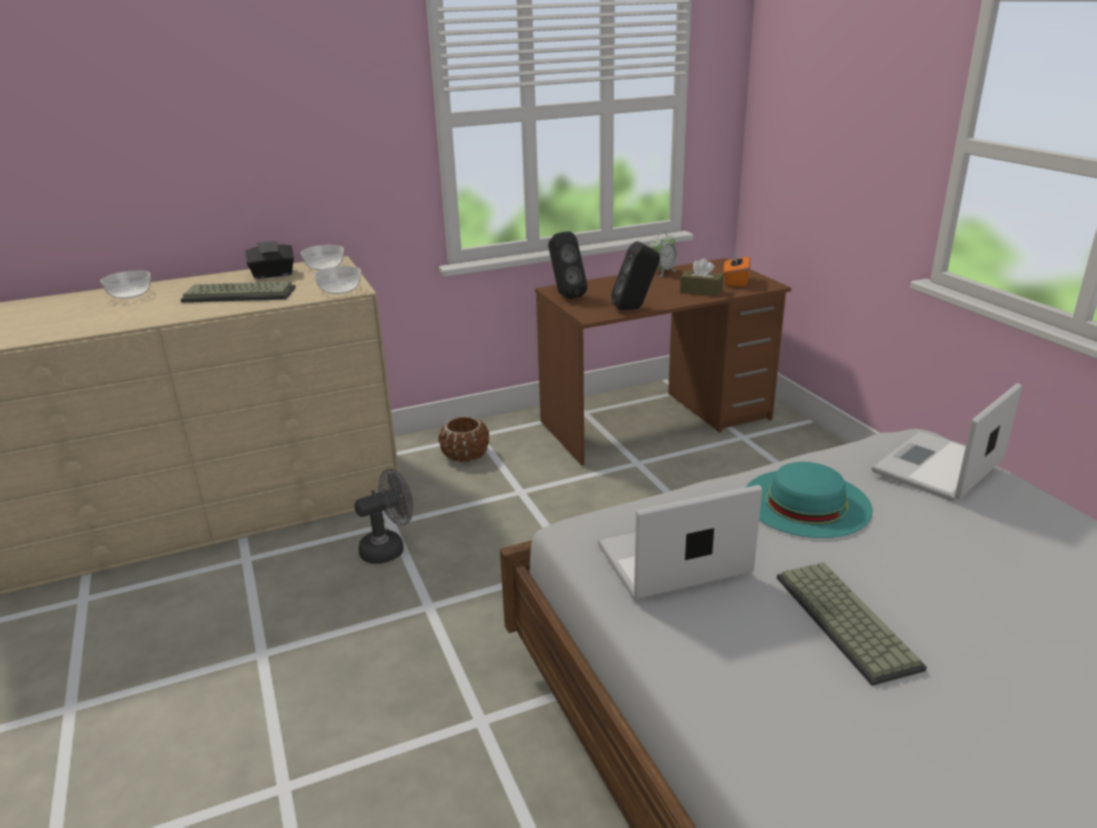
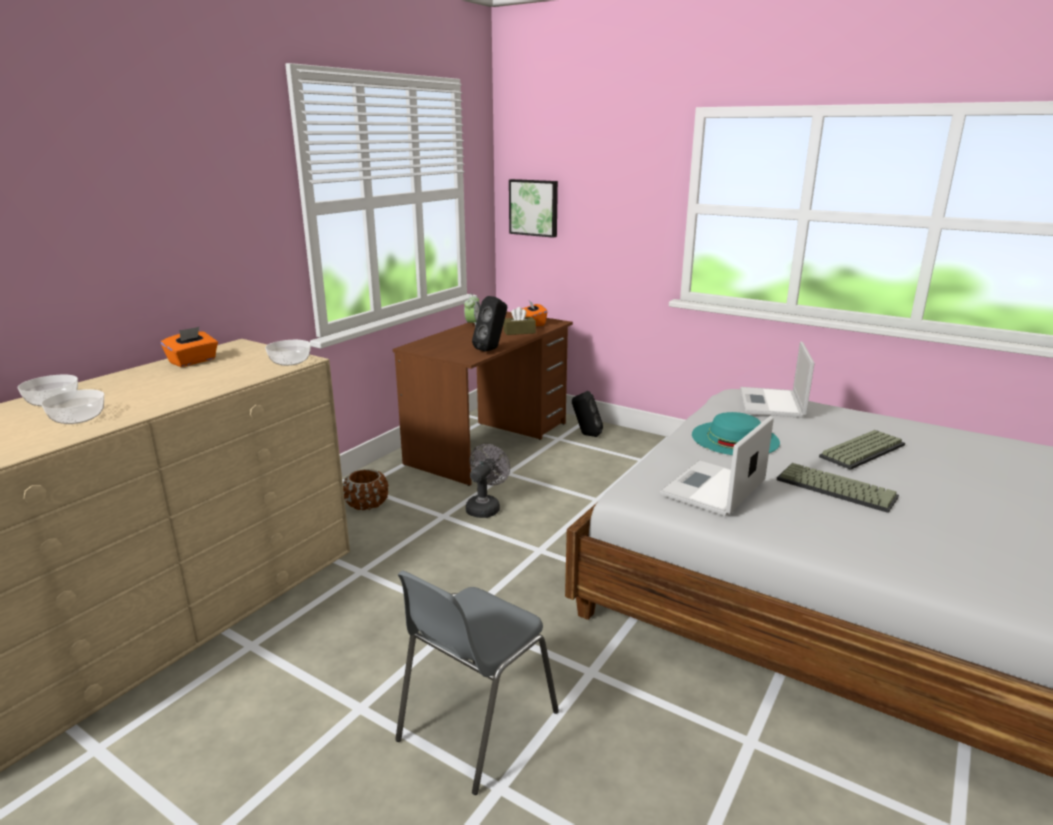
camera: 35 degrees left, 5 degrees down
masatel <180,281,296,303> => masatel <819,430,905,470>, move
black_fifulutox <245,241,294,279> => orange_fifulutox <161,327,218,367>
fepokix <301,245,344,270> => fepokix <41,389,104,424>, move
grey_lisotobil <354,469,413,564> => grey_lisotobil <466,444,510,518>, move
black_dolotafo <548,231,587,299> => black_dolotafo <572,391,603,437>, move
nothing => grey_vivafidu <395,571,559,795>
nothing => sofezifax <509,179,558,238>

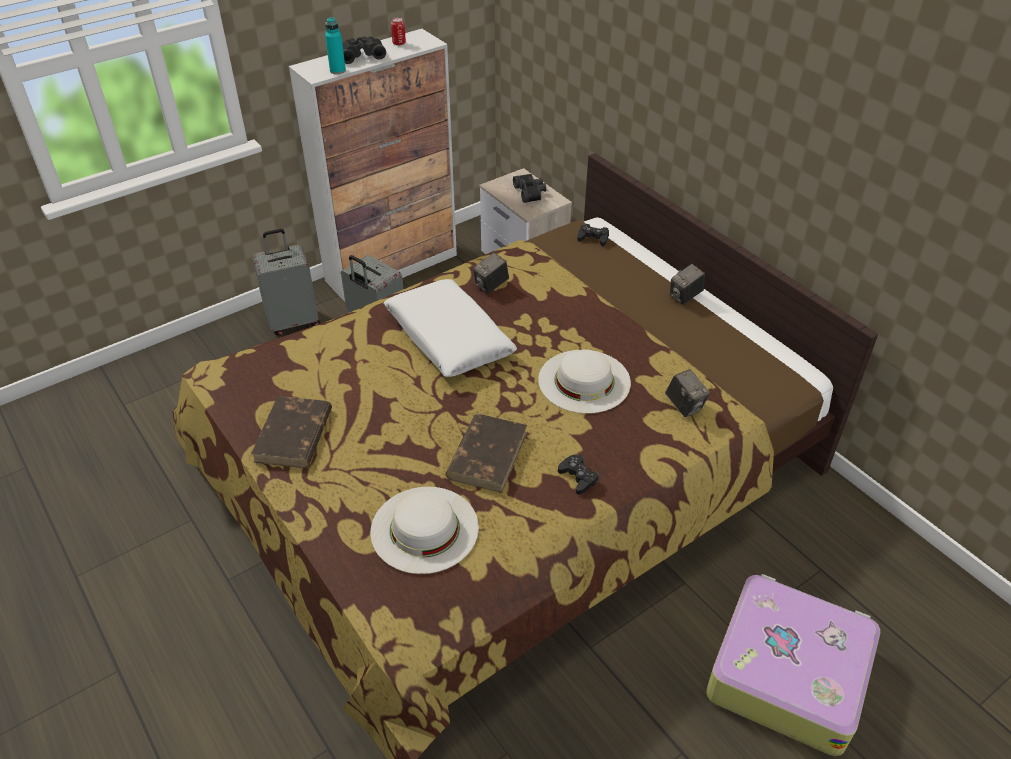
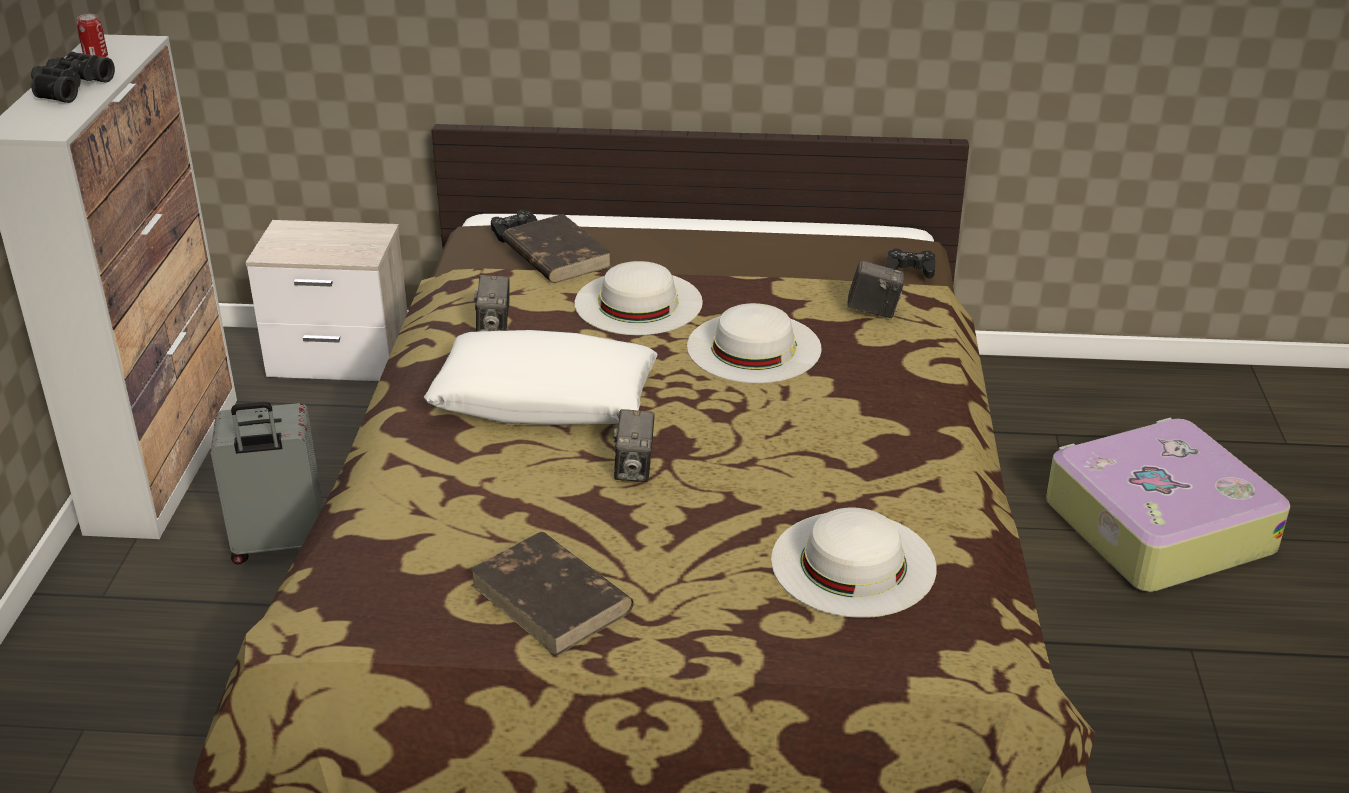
camera: 50 degrees left, 10 degrees down
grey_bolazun <252,229,320,336> => nothing
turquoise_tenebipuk <325,17,346,74> => nothing
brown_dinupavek <445,414,527,493> => brown_dinupavek <503,214,612,283>, move
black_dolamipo <513,174,546,203> => nothing
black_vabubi <558,455,599,495> => black_vabubi <886,248,935,279>, move
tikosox <670,264,705,305> => tikosox <613,409,655,482>, move
nothing => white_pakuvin <575,261,703,335>

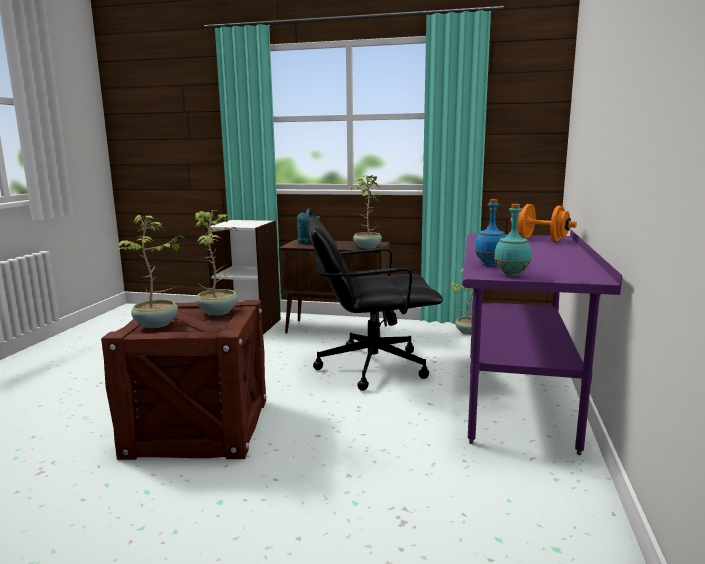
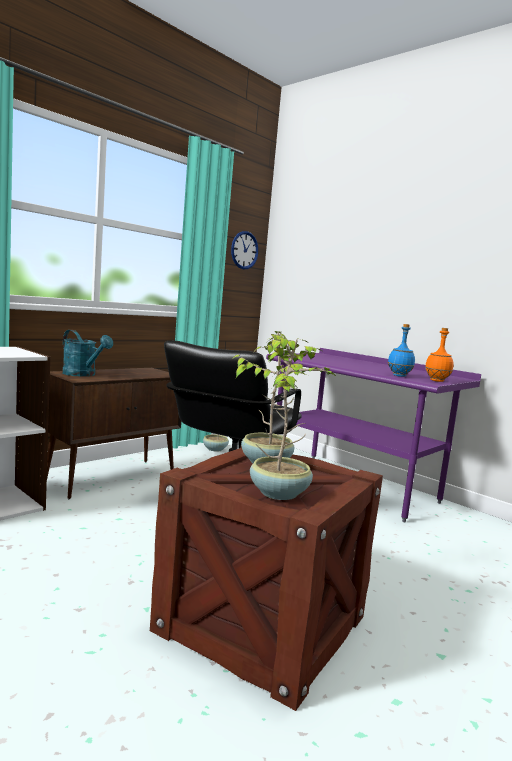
camera: 60 degrees left, 5 degrees down
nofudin <348,175,382,249> => nothing
turquoise_tenebipuk <494,204,532,276> => orange_tenebipuk <425,328,454,382>
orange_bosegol <511,204,577,241> => nothing
nothing => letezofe <231,231,258,269>

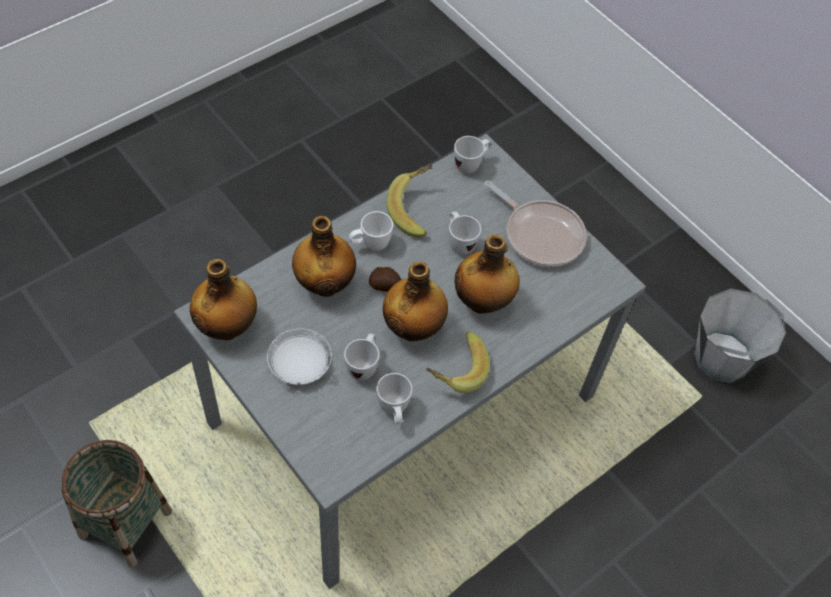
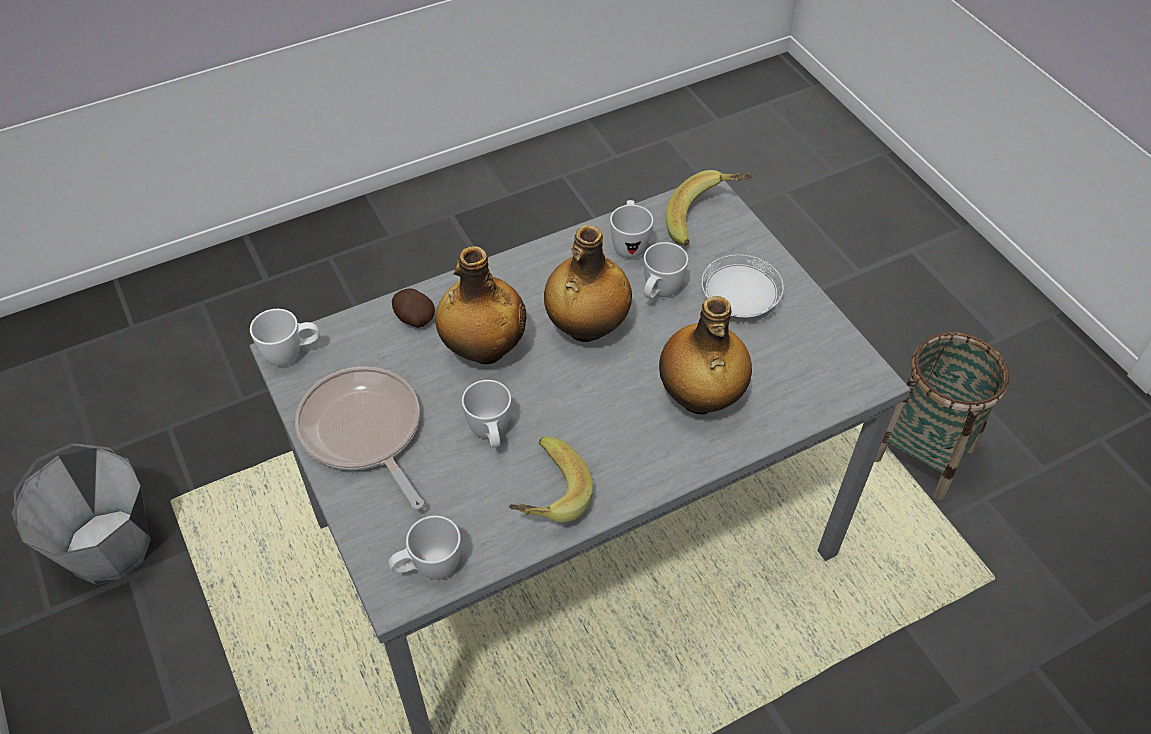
camera: 165 degrees left, 5 degrees down
tenebipuk <190,259,257,340> => nothing
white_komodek <349,211,393,251> => white_komodek <250,309,319,366>, move
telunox <369,267,401,292> => telunox <392,288,435,328>, move
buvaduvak <426,332,490,393> => buvaduvak <666,170,752,246>, move

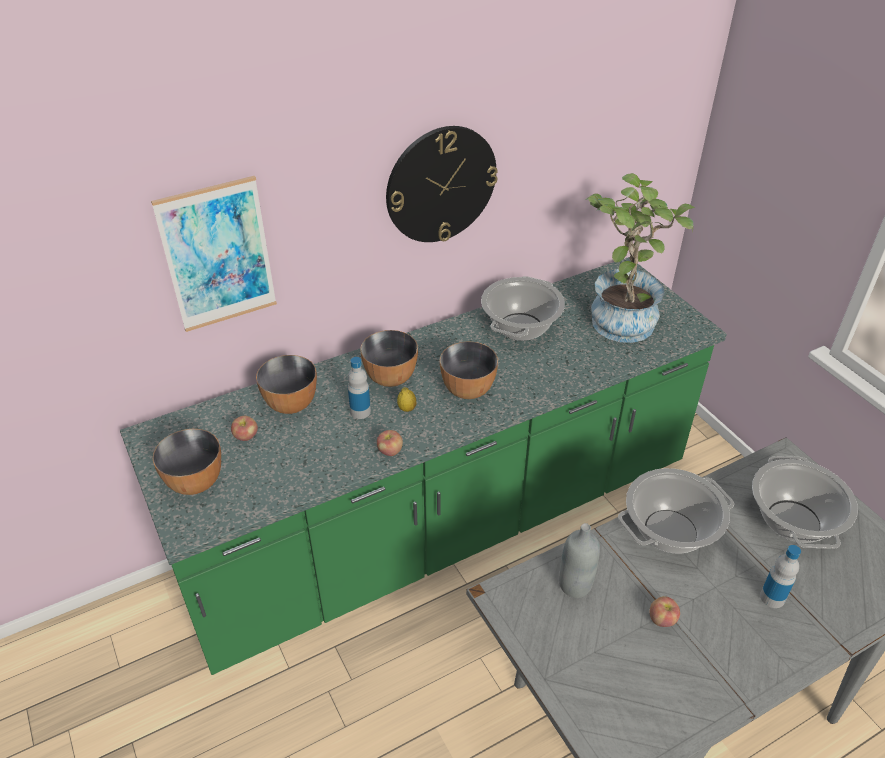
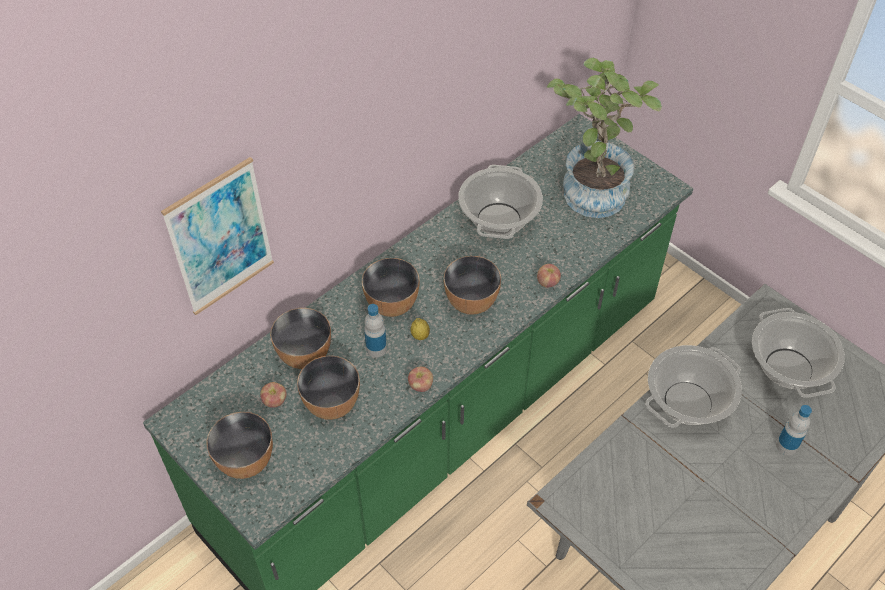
camera: 15 degrees left, 10 degrees up
letezofe <386,126,498,242> => nothing
grey_tenebipuk <559,523,600,598> => nothing
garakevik <650,596,680,627> => garakevik <537,264,561,288>, move
nothing => fepokix <297,356,360,420>

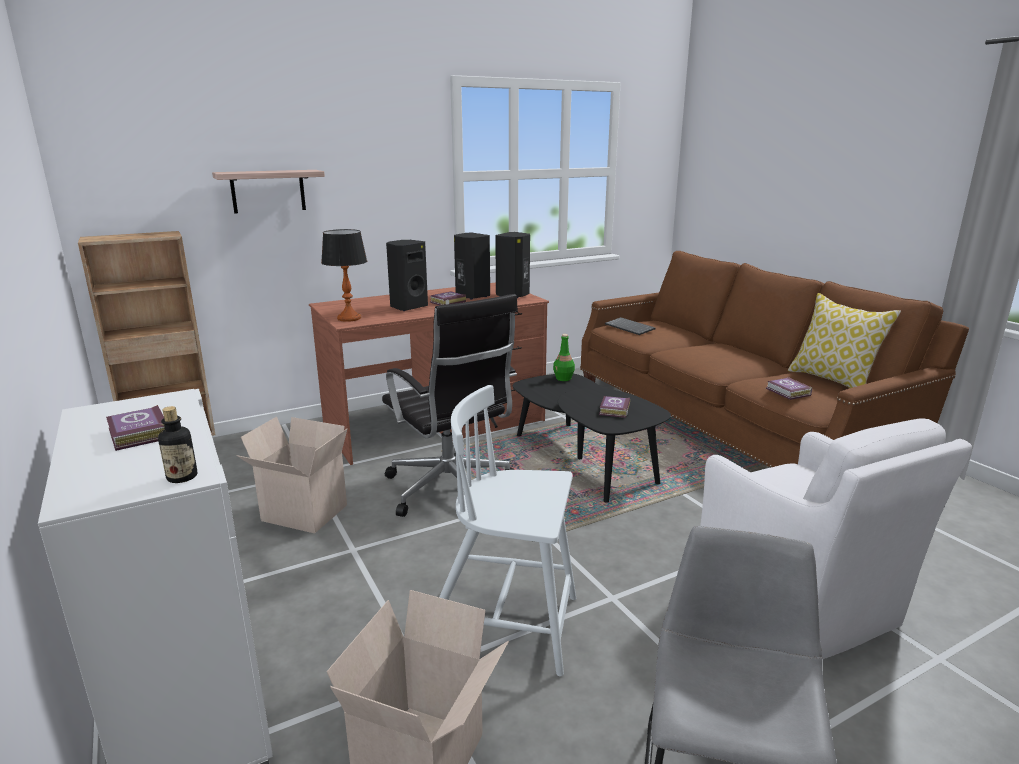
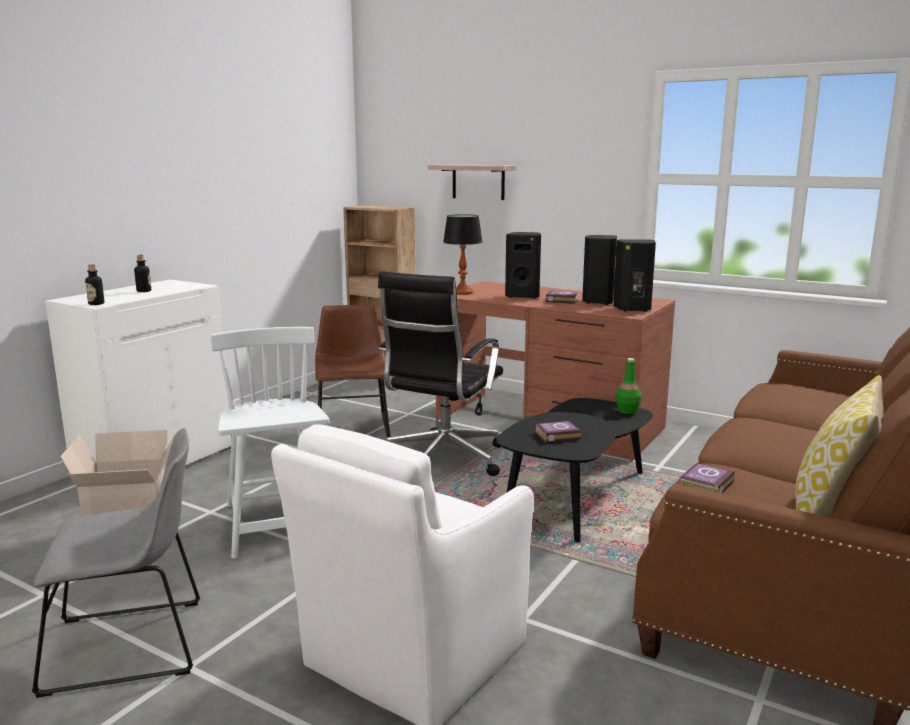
camera: 60 degrees right, 5 degrees down
dinupavek <106,405,164,451> => tenebipuk <134,255,151,292>
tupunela <236,417,347,533> => brown_vivafidu <315,304,390,437>
masatel <605,317,656,335> => nothing

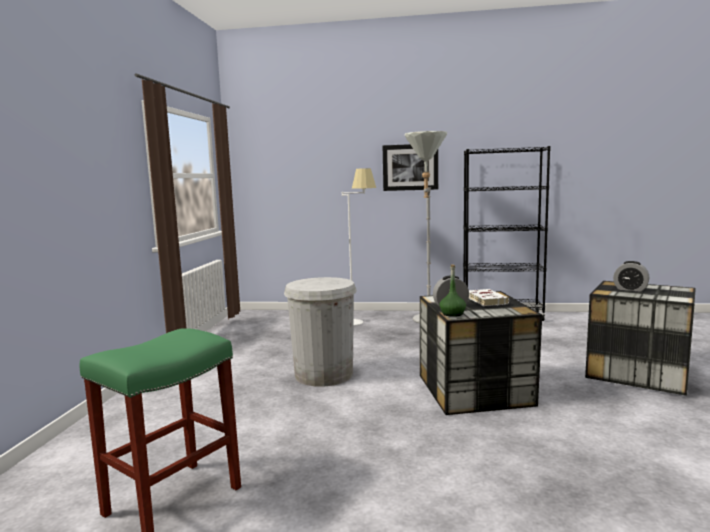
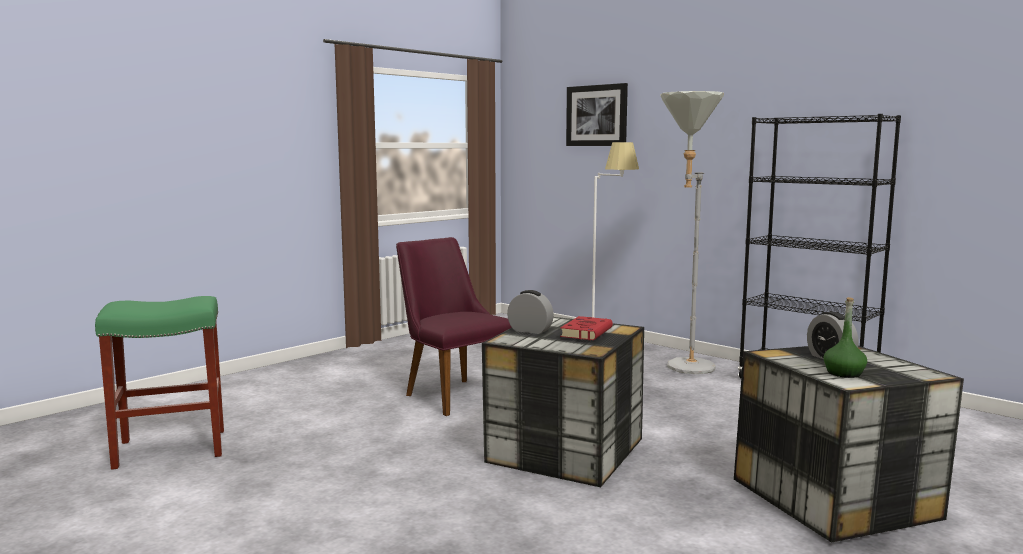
camera: 35 degrees right, 0 degrees up
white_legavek <284,277,357,387> => purple_vivafidu <396,237,512,416>
sofezifax <383,144,438,191> => sofezifax <566,83,628,146>, move
green_tenebipuk <439,264,466,317> => green_tenebipuk <823,297,867,378>, move
white_dinupavek <469,289,509,306> => red_dinupavek <560,316,613,340>

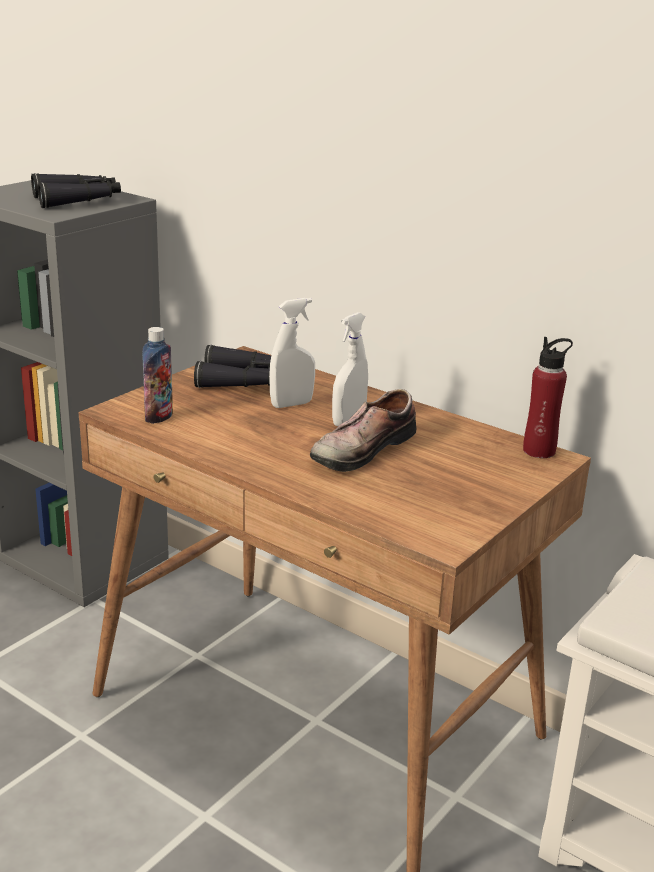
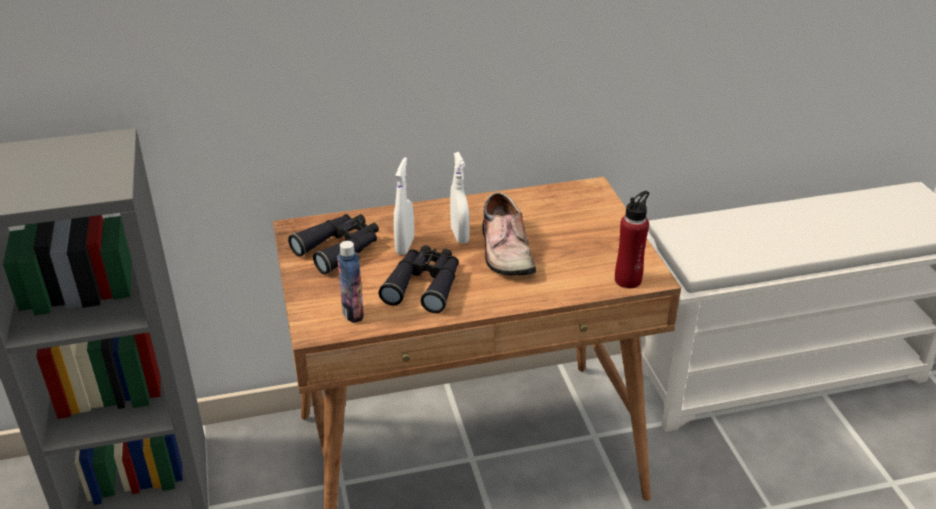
camera: 50 degrees left, 10 degrees up
black_dolamipo <31,173,121,209> => black_dolamipo <379,245,459,313>, move
red_tenebipuk <523,337,573,458> => red_tenebipuk <615,191,649,288>, move

